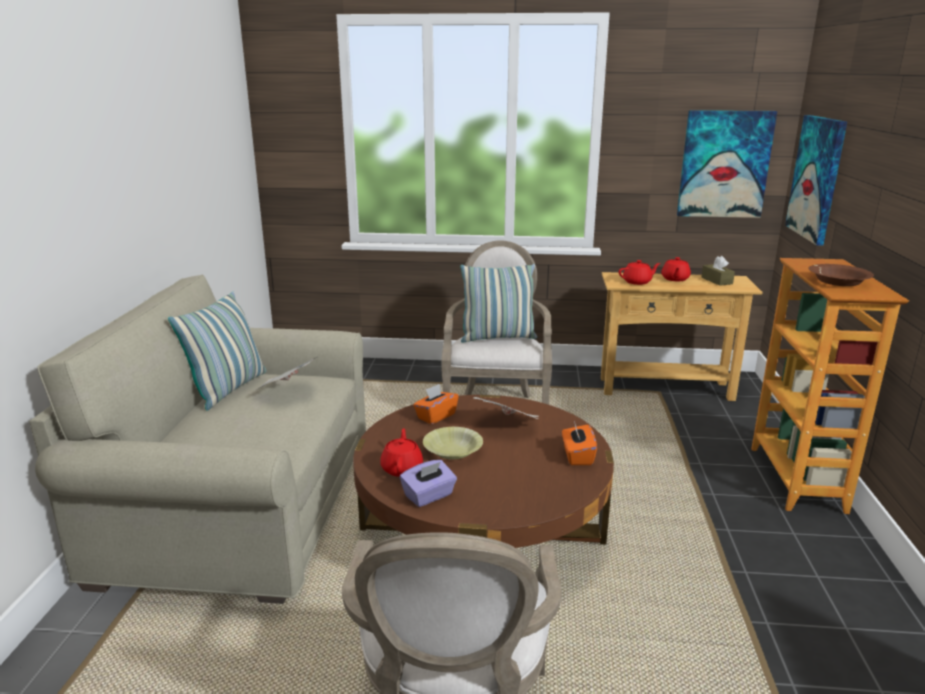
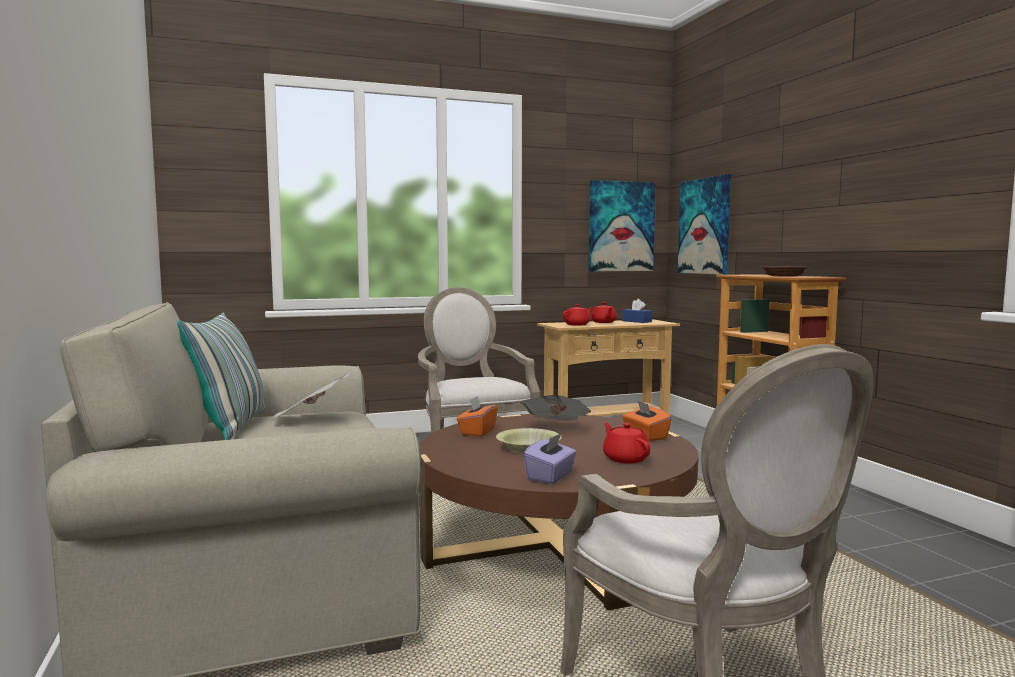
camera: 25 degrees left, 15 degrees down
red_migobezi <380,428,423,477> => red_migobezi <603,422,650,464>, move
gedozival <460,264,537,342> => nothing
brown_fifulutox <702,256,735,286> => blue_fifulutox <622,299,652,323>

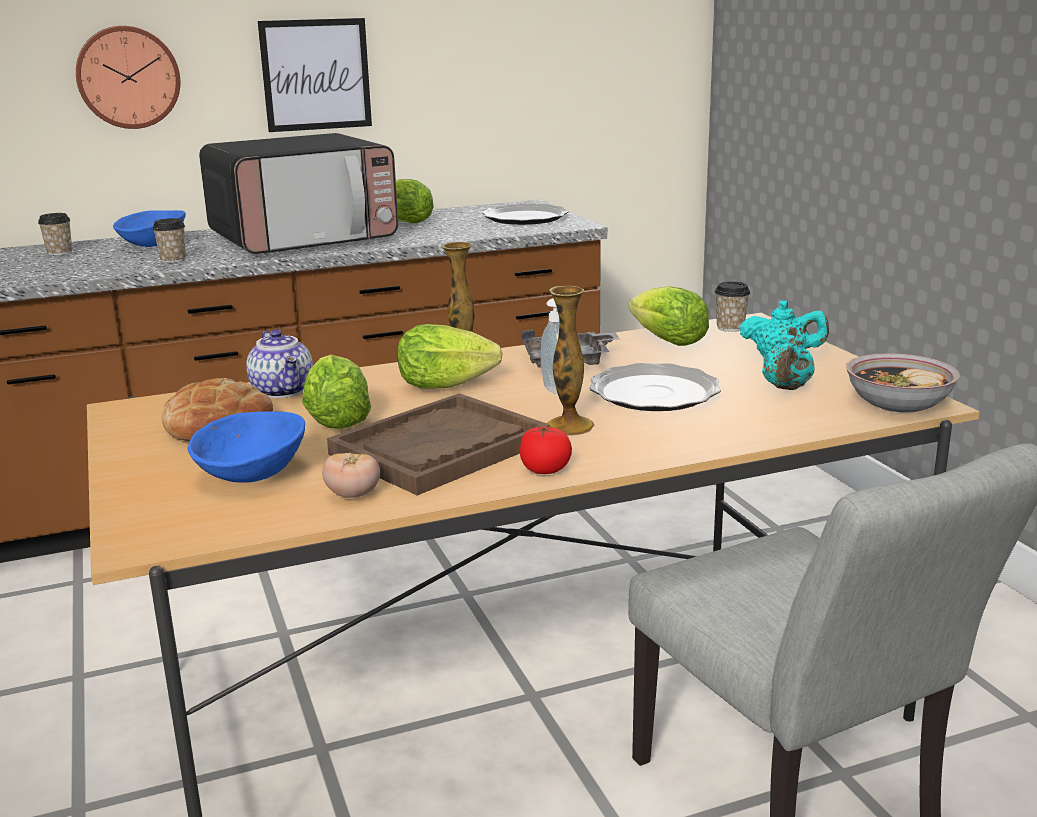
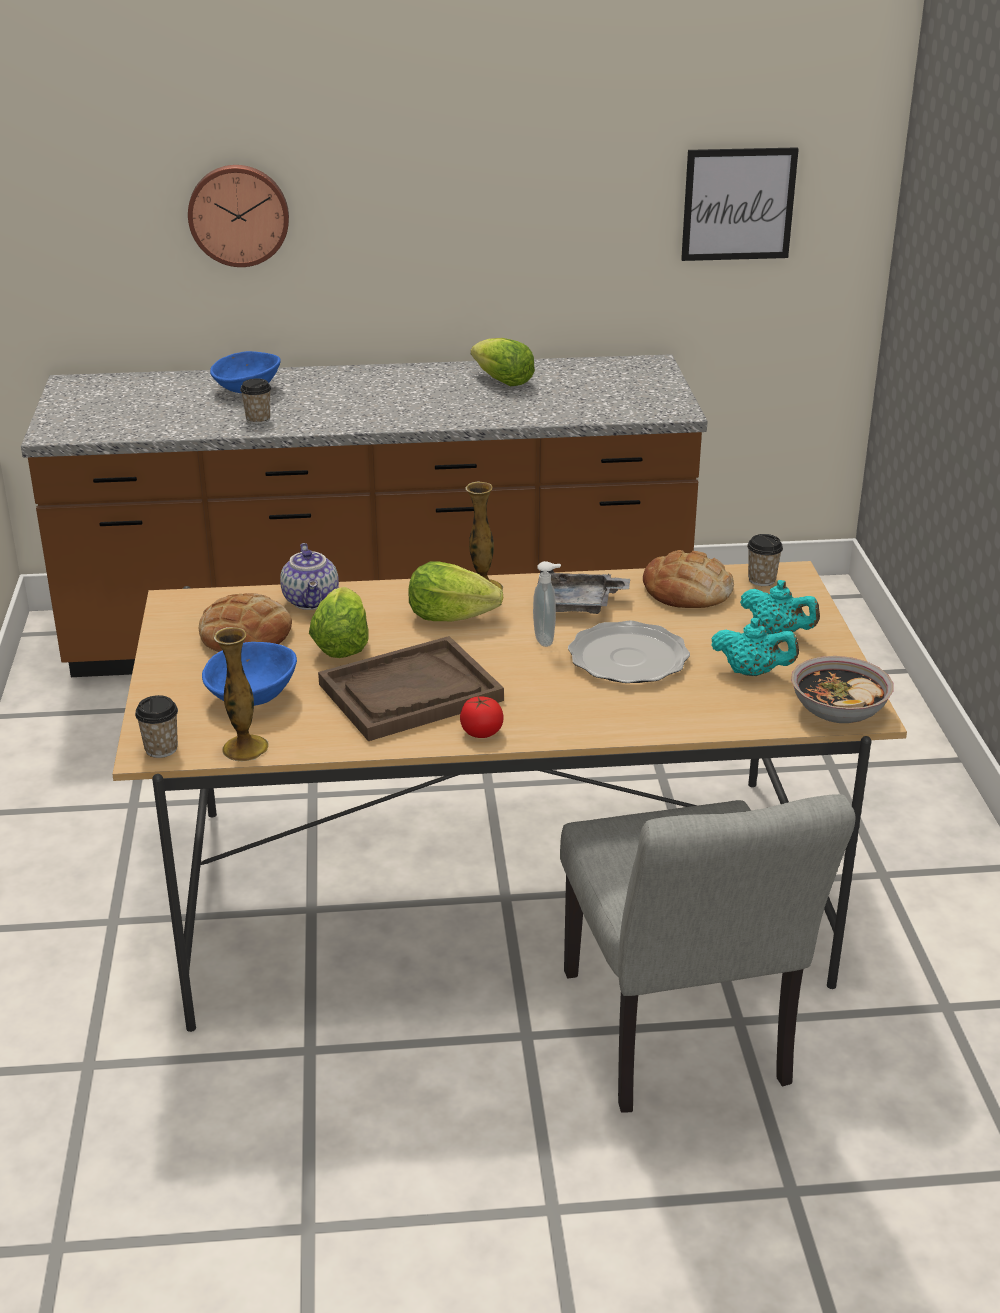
camera: 15 degrees right, 10 degrees up
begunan <38,213,72,256> => begunan <135,695,178,758>, move
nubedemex <199,133,398,254> => nothing
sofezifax <258,18,372,132> => sofezifax <681,147,799,261>, move
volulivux <322,452,380,498> => nothing
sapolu <482,204,569,225> => nothing
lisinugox <547,286,594,436> => lisinugox <214,627,269,761>, move
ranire <629,286,709,346> => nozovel <643,550,734,608>
turquoise_migobezi <762,325,815,390> => turquoise_migobezi <711,618,799,676>, 105 degrees counterclockwise

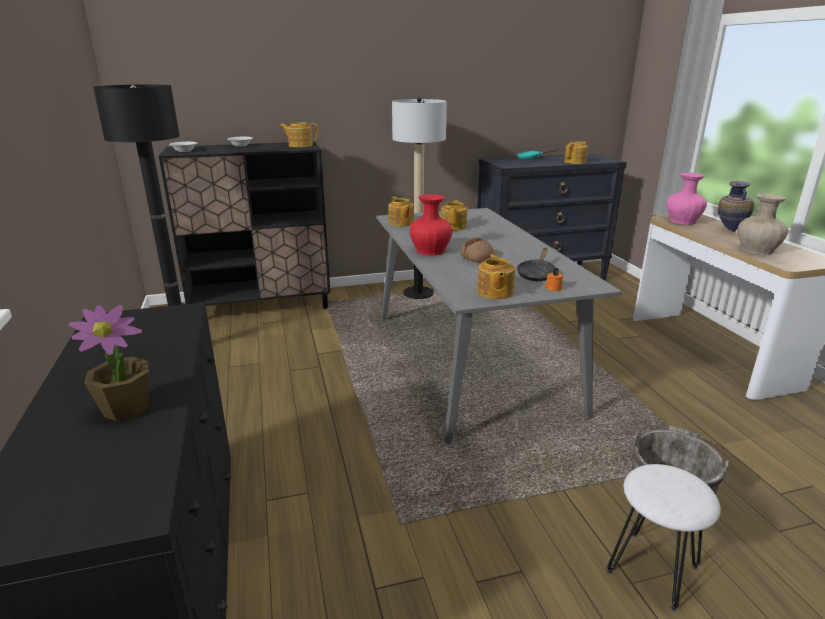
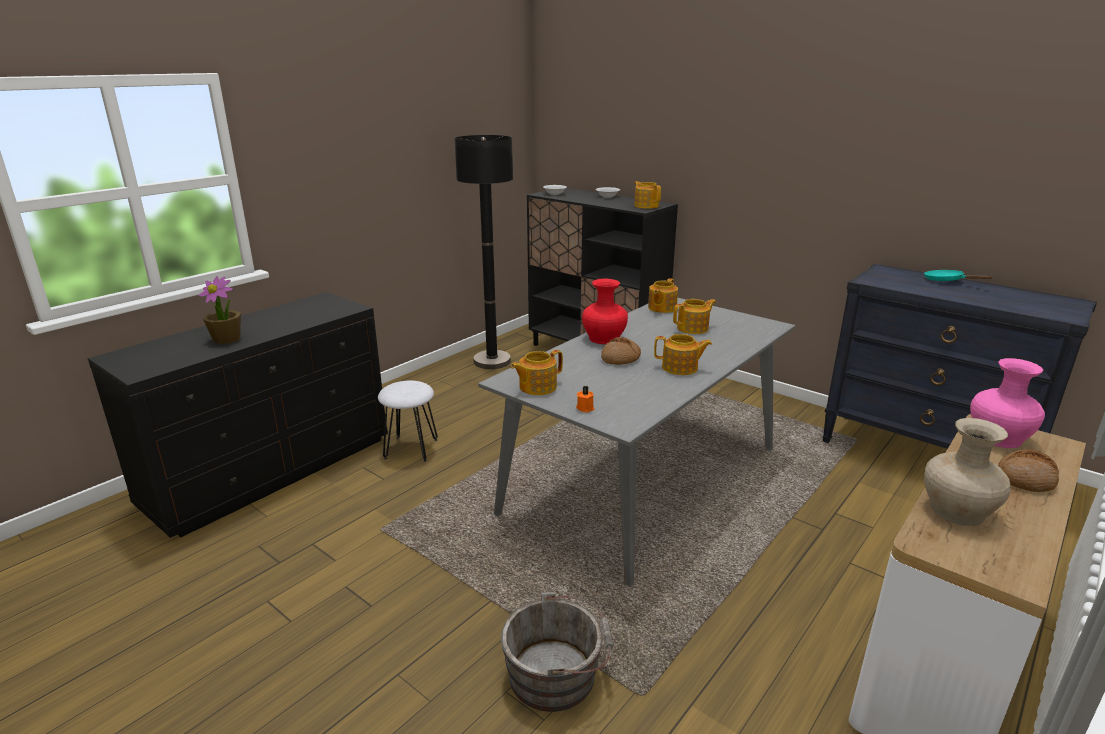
camera: 55 degrees right, 0 degrees up
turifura <392,97,447,299> => nothing
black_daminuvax <517,248,556,281> => nothing
migobezi <564,141,588,164> => migobezi <654,334,712,375>, move
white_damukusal <607,464,721,611> => white_damukusal <378,381,438,462>, move
lisinugox <718,181,754,232> => nozovel <999,449,1059,492>

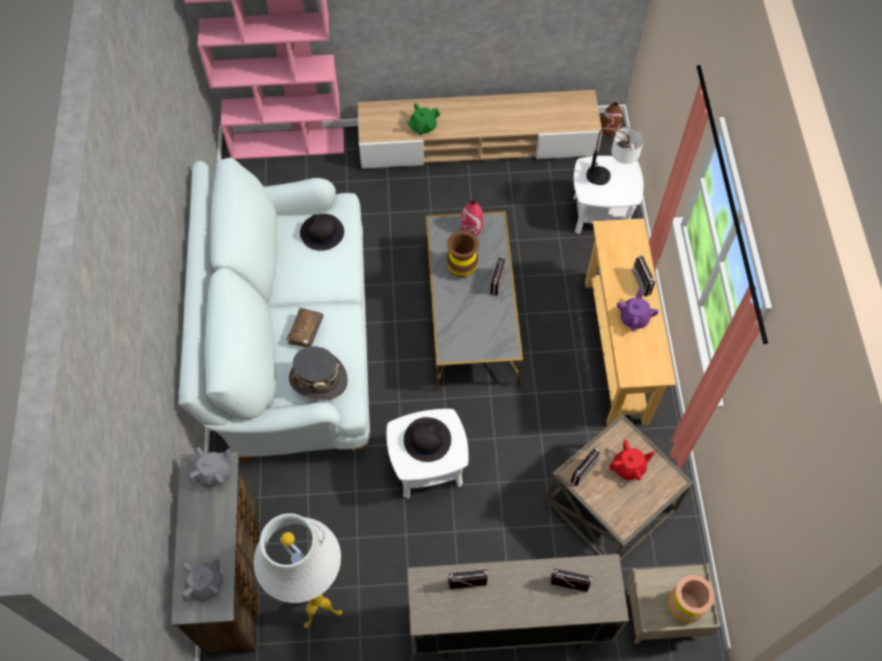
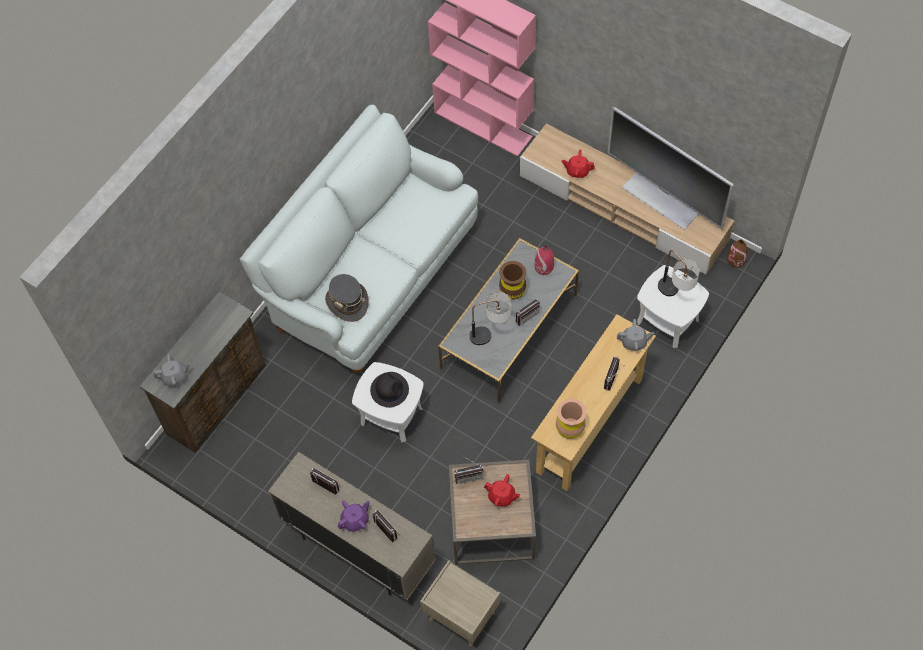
camera: 40 degrees right, 0 degrees up
grey_migobezi <189,447,231,487> => grey_migobezi <617,319,654,351>, move
white_turifura <254,513,343,628> => nothing
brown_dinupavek <286,308,323,347> => nothing
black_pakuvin <300,214,344,251> => nothing
green_migobezi <406,103,440,135> => red_migobezi <562,150,595,178>
purple_migobezi <617,288,659,331> => purple_migobezi <338,500,370,532>, move
brown_lisinugox <668,575,715,623> => brown_lisinugox <556,398,586,439>, move
nothing => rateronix <469,292,512,345>
nothing => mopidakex <608,107,734,230>

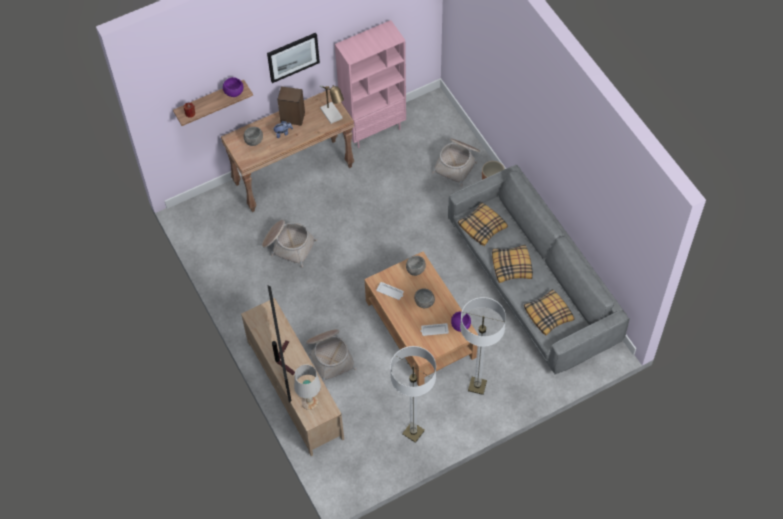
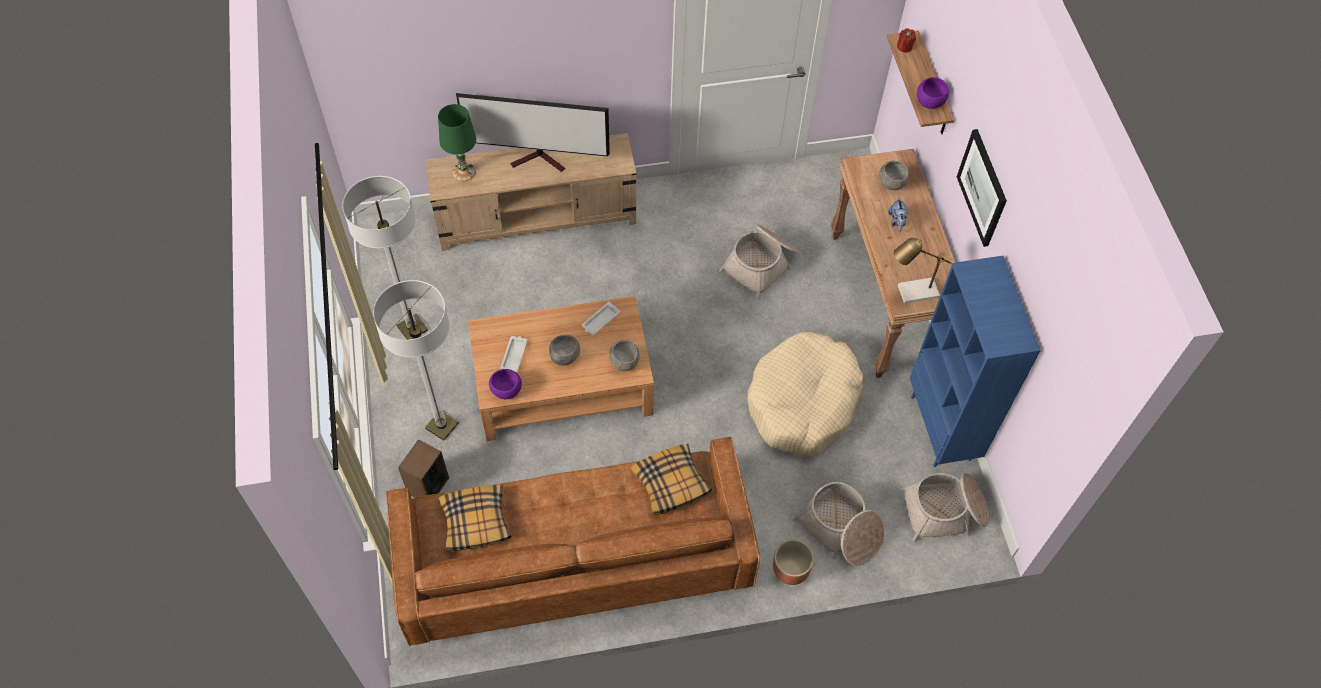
camera: 105 degrees right, 0 degrees up
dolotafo <277,86,305,126> => dolotafo <398,440,449,497>, move
white_rateronix <294,365,321,410> => green_rateronix <438,104,476,181>
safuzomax <306,329,357,383> => safuzomax <901,473,989,542>, move
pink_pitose <335,20,406,148> => blue_pitose <910,256,1041,467>
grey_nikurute <448,165,630,375> => brown_nikurute <386,437,760,646>
gedozival <492,245,533,283> => nothing
nothing => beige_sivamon <748,332,863,456>

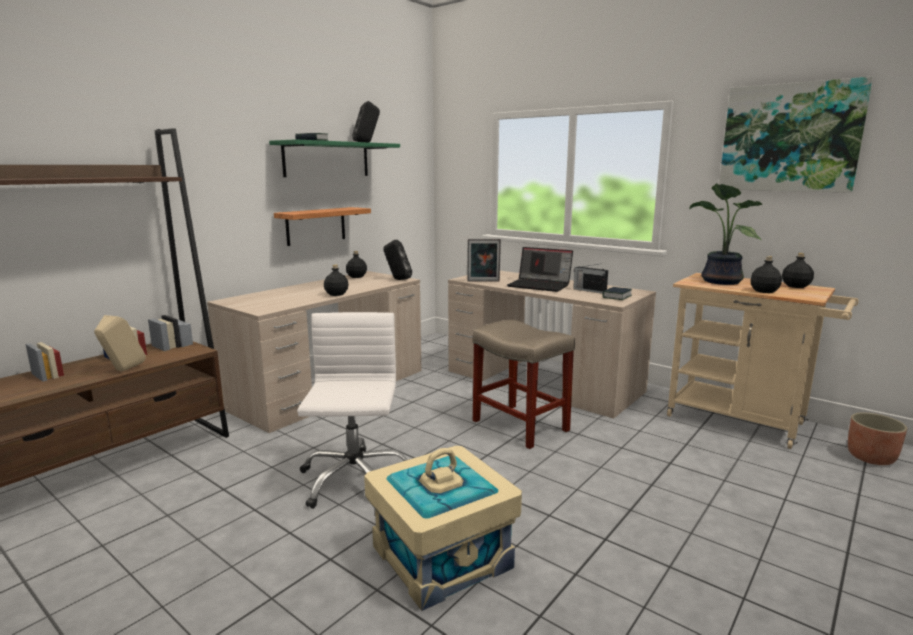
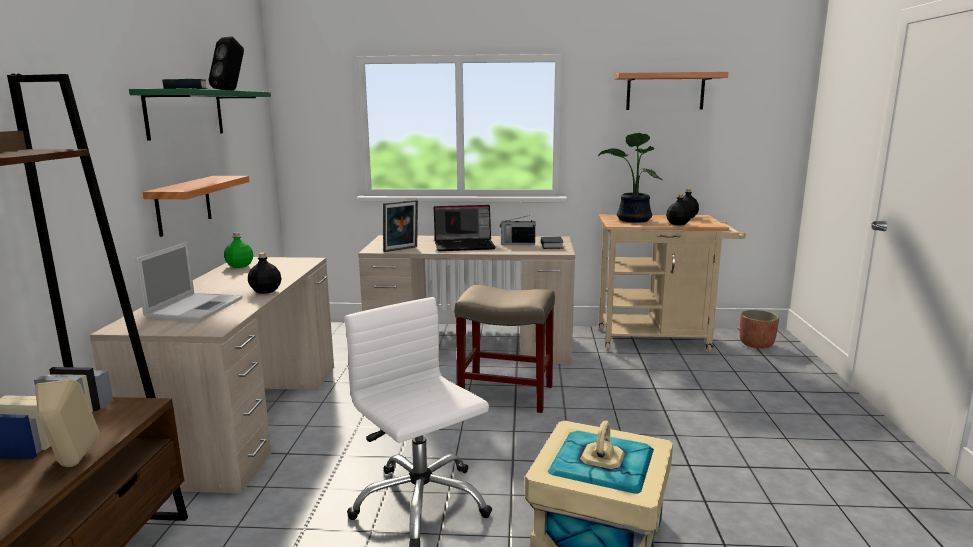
camera: 35 degrees left, 0 degrees up
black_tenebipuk <346,251,367,278> => green_tenebipuk <224,232,253,268>
black_dolotafo <383,240,412,280> => nothing
sofezifax <719,77,873,193> => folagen <615,72,728,110>
nothing => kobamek <135,242,242,322>

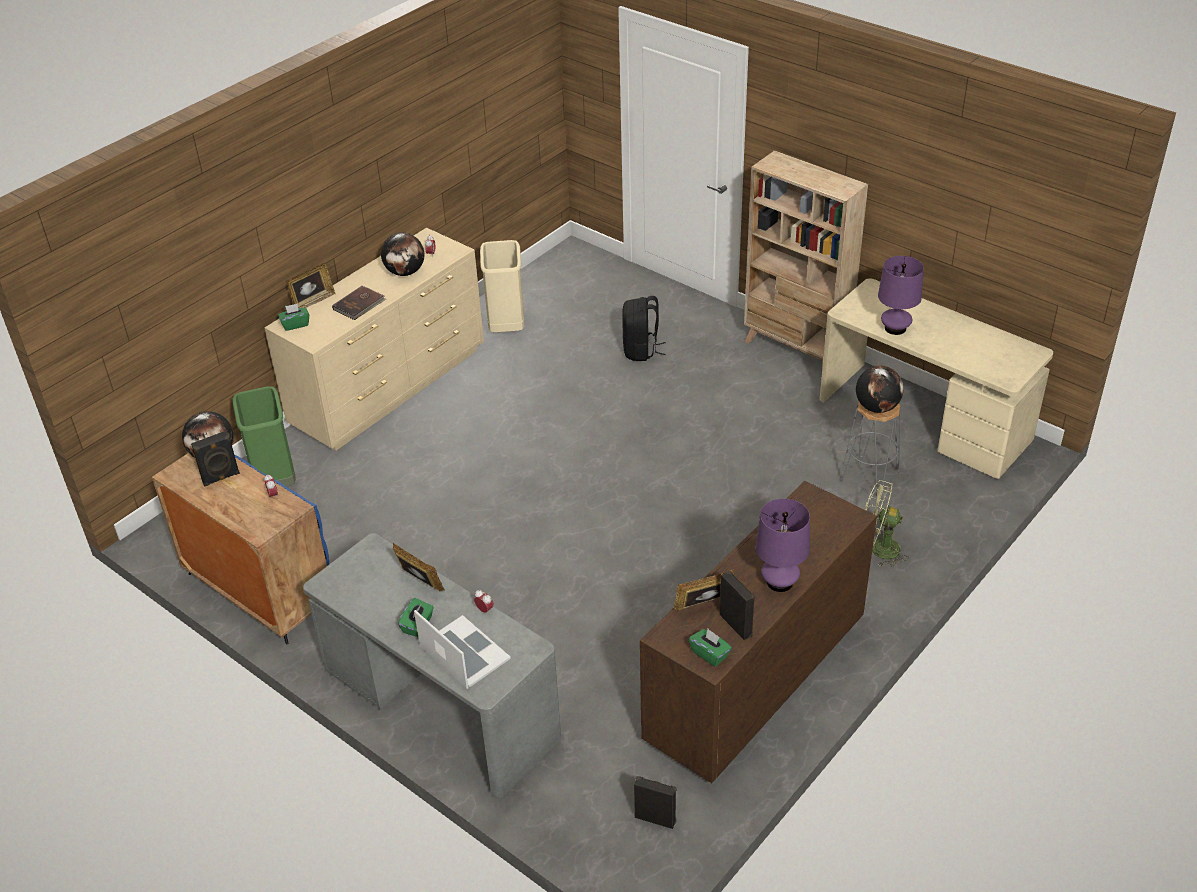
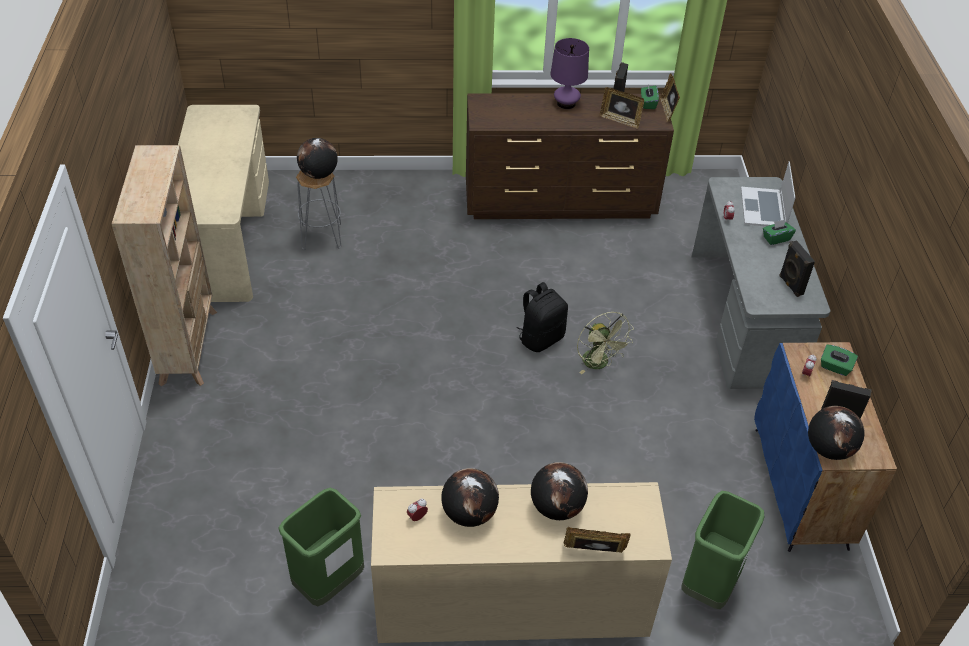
camera: 135 degrees left, 5 degrees up
green_fifulutox <278,303,309,331> => green_fifulutox <821,345,858,376>, move
brown_dinupavek <332,286,386,320> => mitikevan <531,462,588,520>
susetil <393,543,445,591> => susetil <660,73,680,122>, move
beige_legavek <480,240,524,332> => green_legavek <278,488,364,606>
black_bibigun <622,296,666,361> => black_bibigun <517,282,568,352>, move
black_dolotafo <634,776,676,829> => black_dolotafo <779,241,815,297>, move
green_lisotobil <865,480,909,567> => green_lisotobil <577,312,634,374>, move
purple_rateronix <878,256,924,335> => nothing

